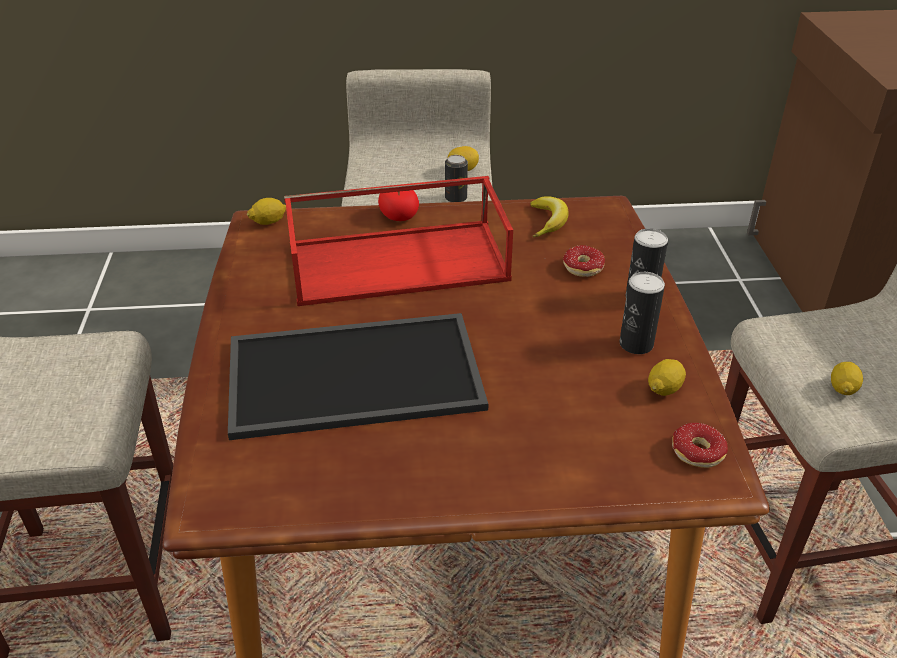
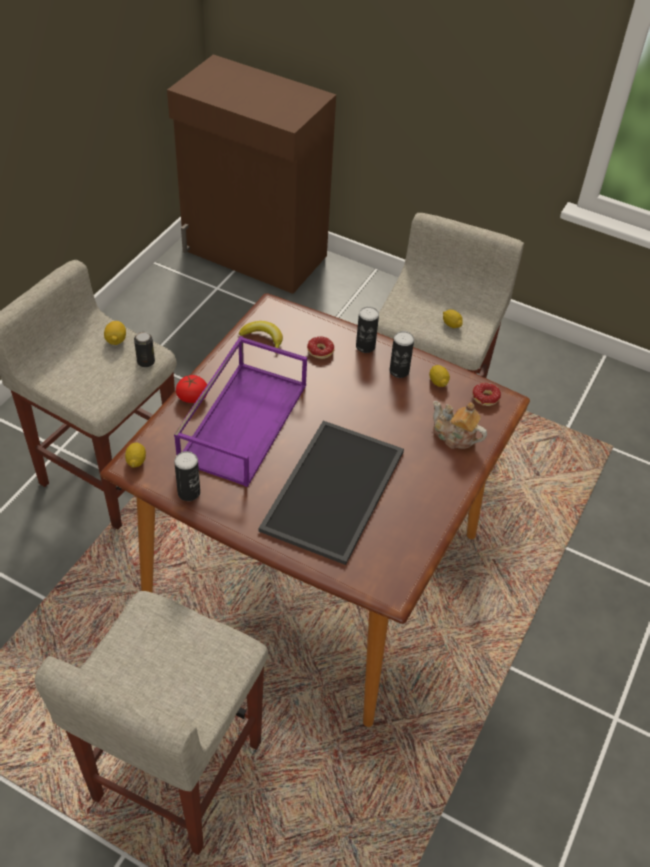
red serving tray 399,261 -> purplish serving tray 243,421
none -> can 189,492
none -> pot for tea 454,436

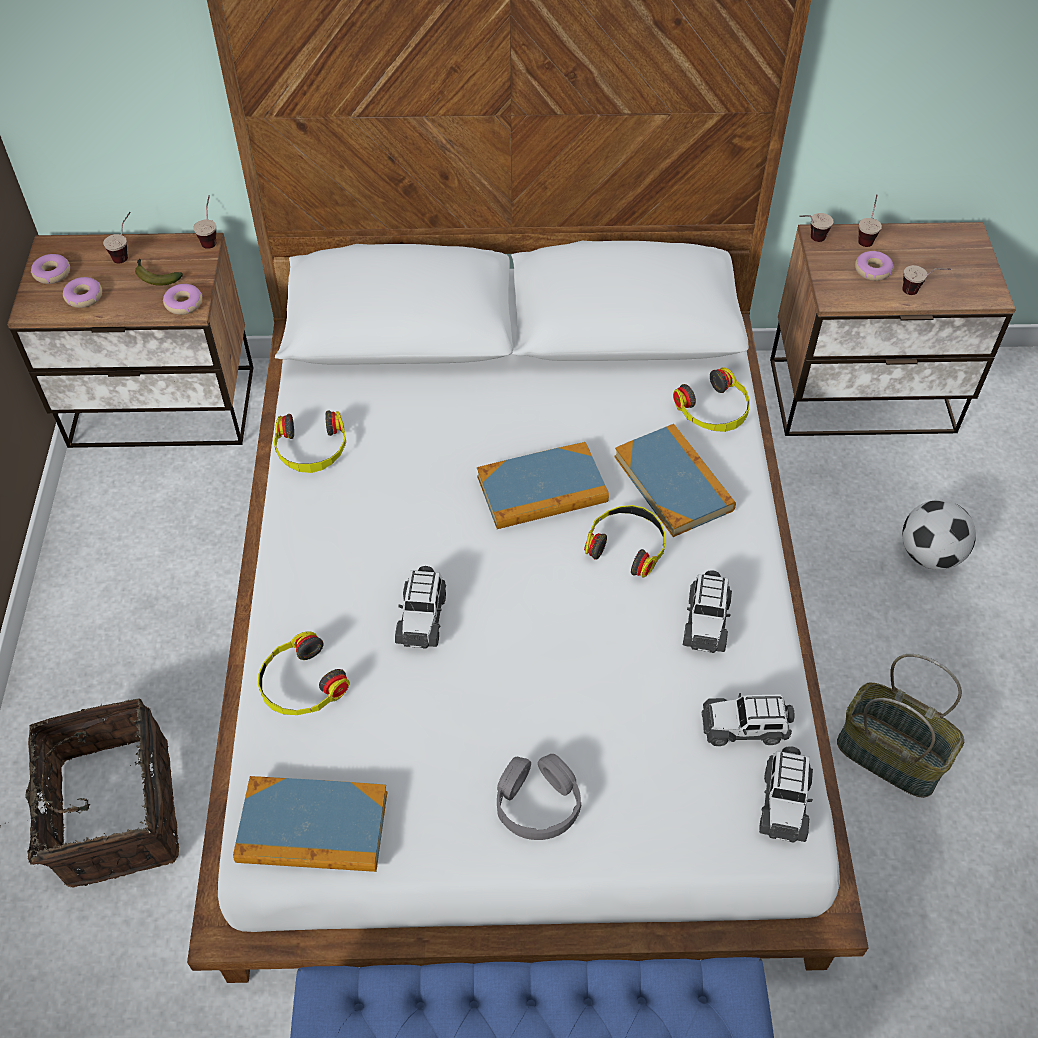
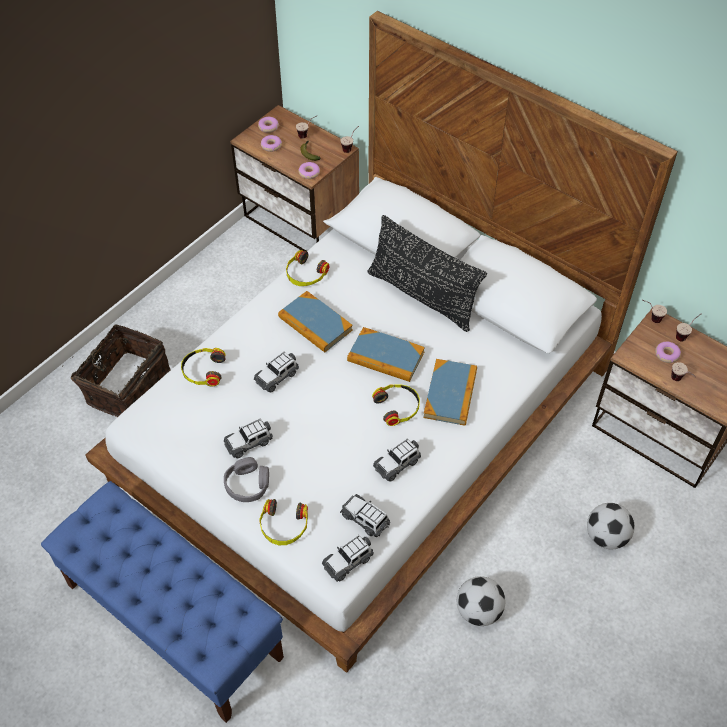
none -> toy car 249,442
pair of headphones 714,410 -> pair of headphones 283,526, relocated
volume 313,828 -> volume 315,324, relocated
none -> blackish throw pillow 422,296
household basket 891,754 -> football 478,611

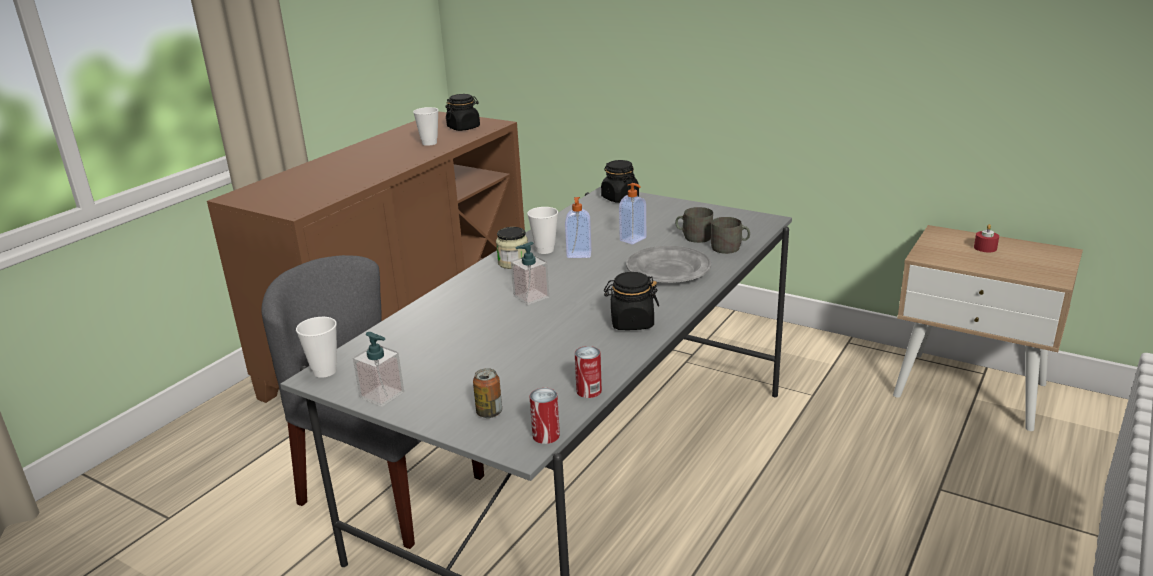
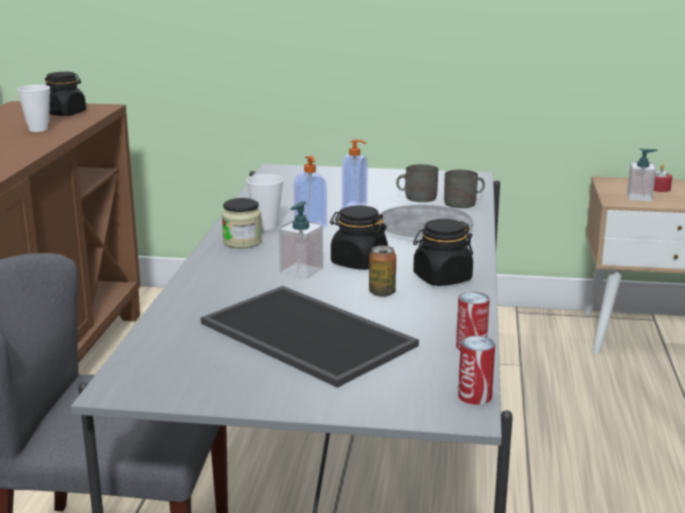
none -> serving tray 311,334
blackish preserve jar 619,198 -> blackish preserve jar 358,262, relocated
can 489,412 -> can 382,293, relocated
liquid soap bottle 382,395 -> liquid soap bottle 639,197, relocated
drinking cup 325,371 -> none

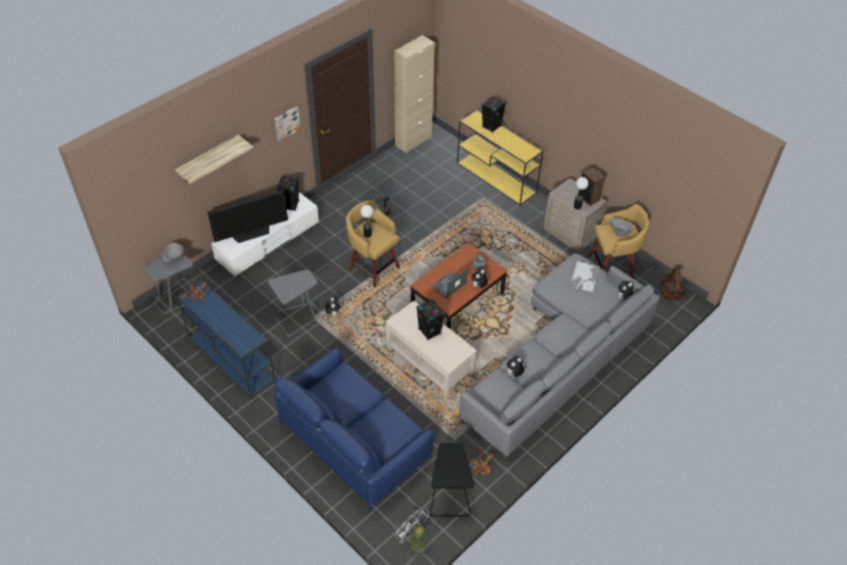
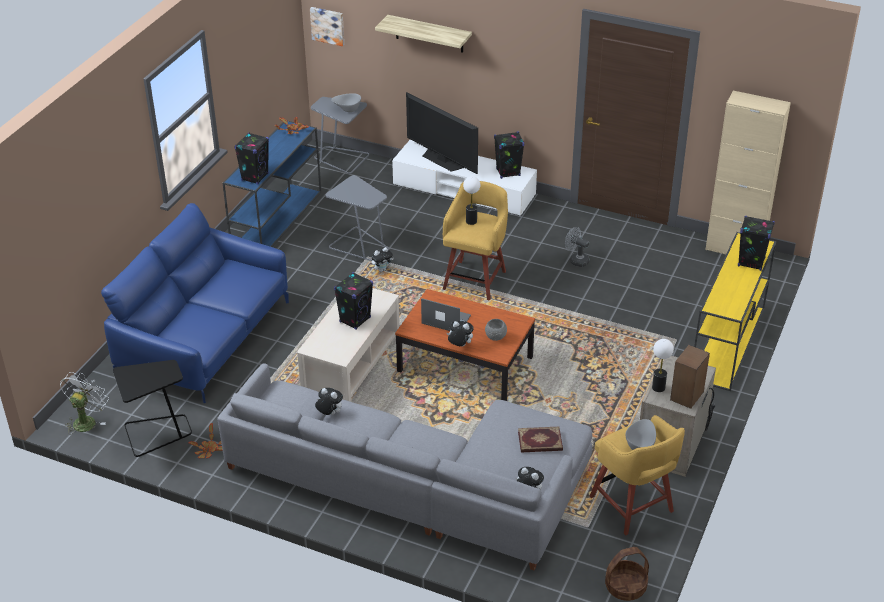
none -> blackish loudspeaker 255,177
picture 286,123 -> picture 328,25, relocated
serving tray 584,278 -> volume 540,442

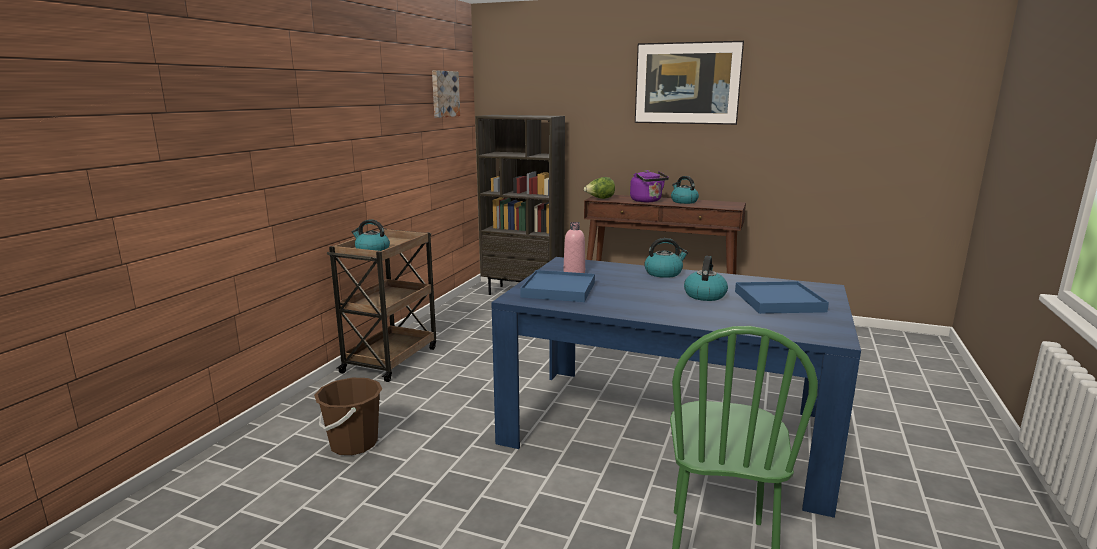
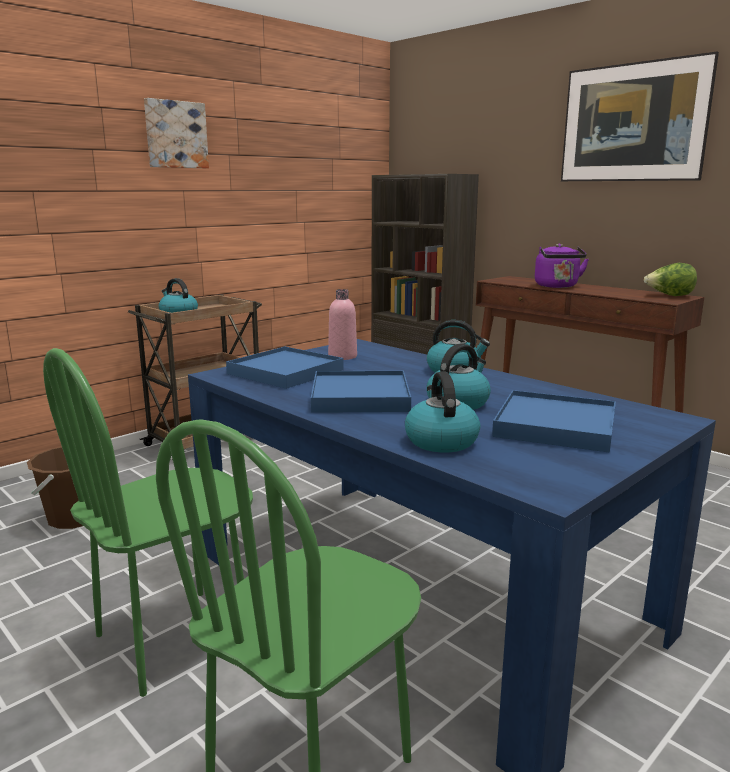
none -> greenish plain chair 174,638
picture 444,94 -> picture 175,135, relocated
none -> blue-coloured serving tray 360,397
kettle 683,201 -> kettle 440,441, relocated
lettuce 600,198 -> lettuce 669,296, relocated

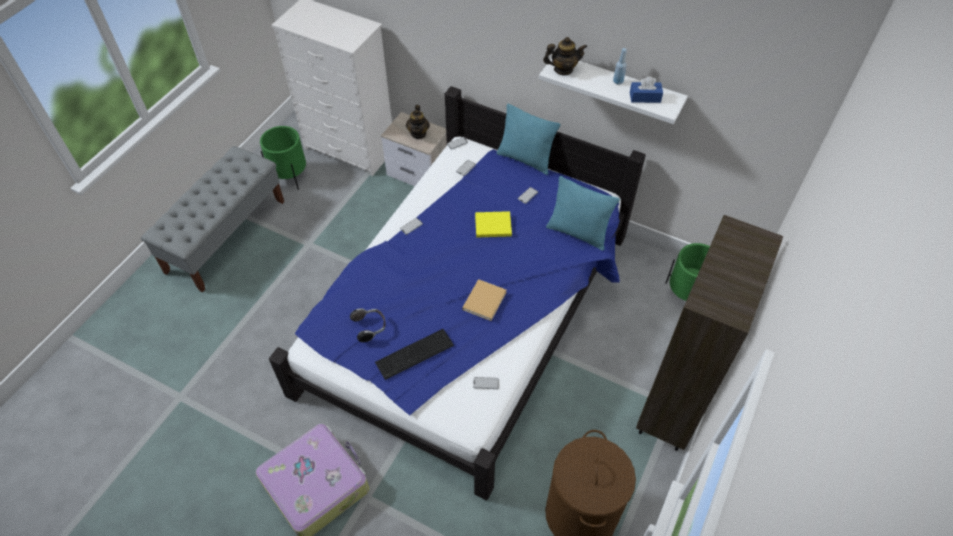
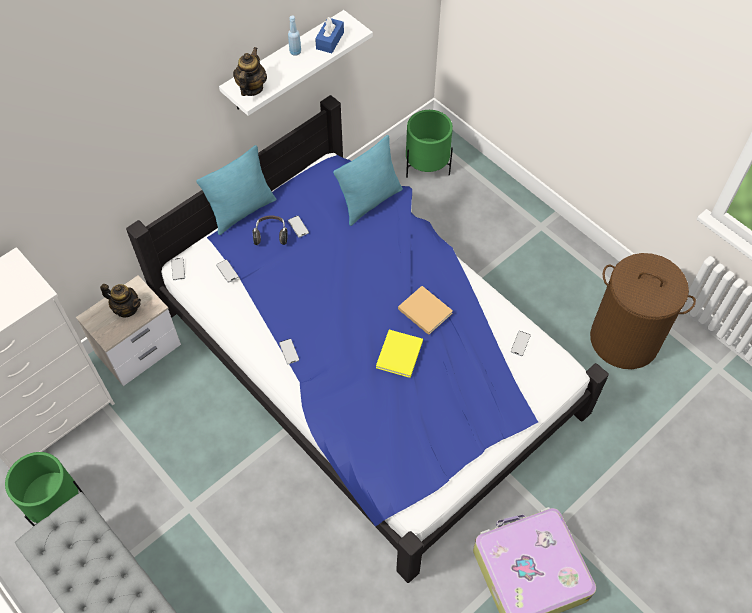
pair of headphones 370,327 -> pair of headphones 271,235, relocated
yellow volume 492,225 -> yellow volume 399,356, relocated
keyboard 416,354 -> none
brown-coloured bookcase 672,409 -> none

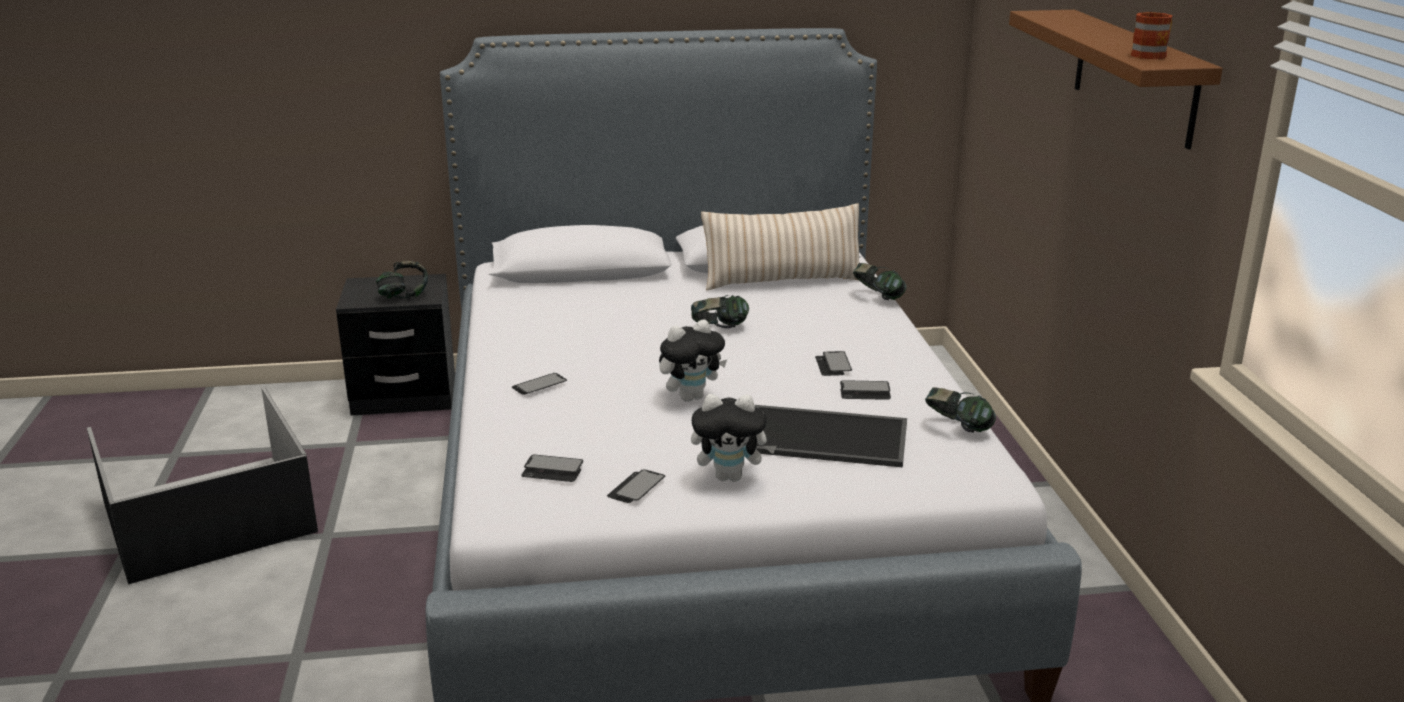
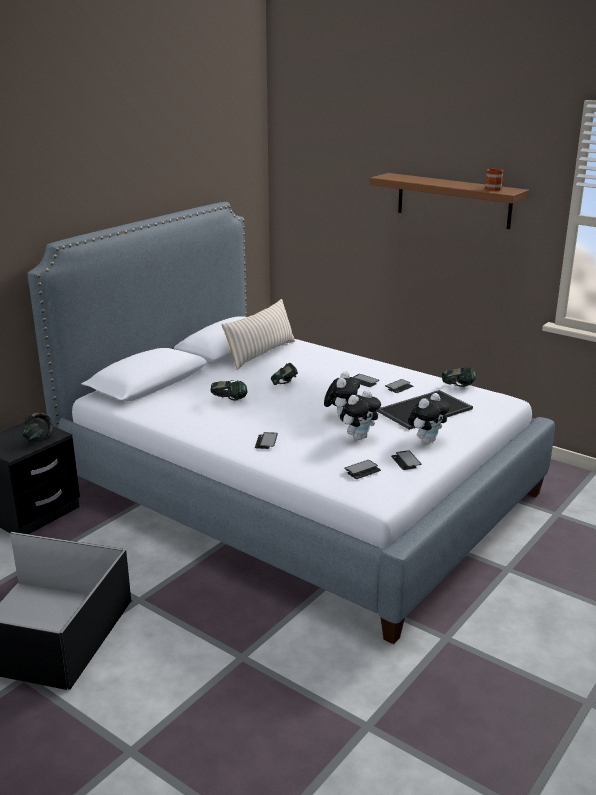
pair of headphones 878,297 -> pair of headphones 229,400, relocated
none -> soft toy 359,437

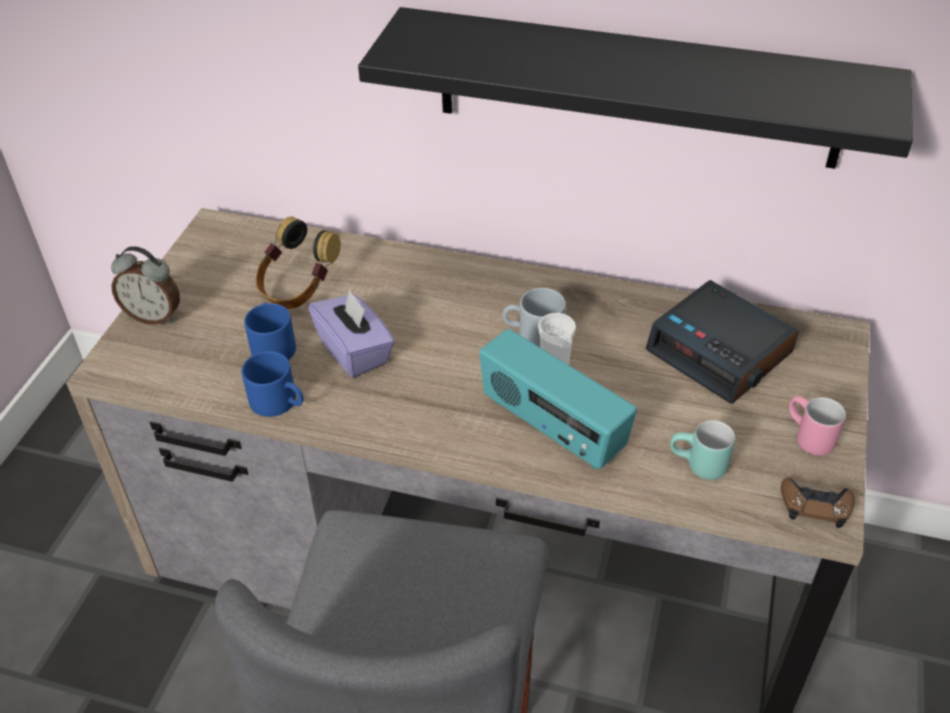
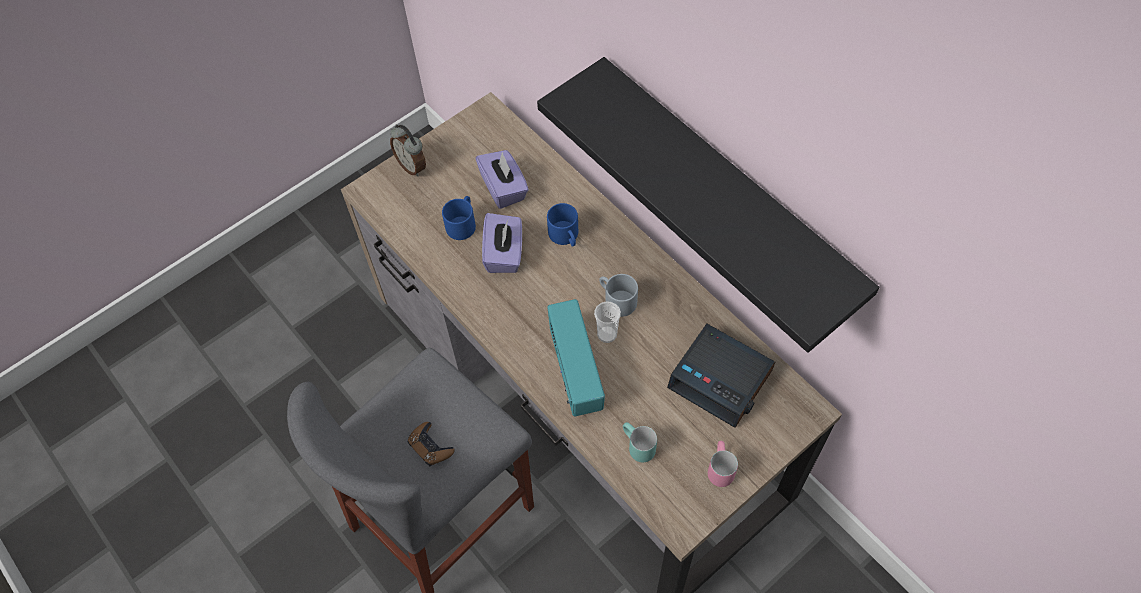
brown-coloured gamepad 815,506 -> brown-coloured gamepad 430,446, relocated
pair of headphones 298,289 -> purplish tissue box 504,188
blue-coloured coffee mug 280,402 -> blue-coloured coffee mug 566,236, relocated
bedside clock 721,352 -> bedside clock 721,379, 45 degrees counterclockwise

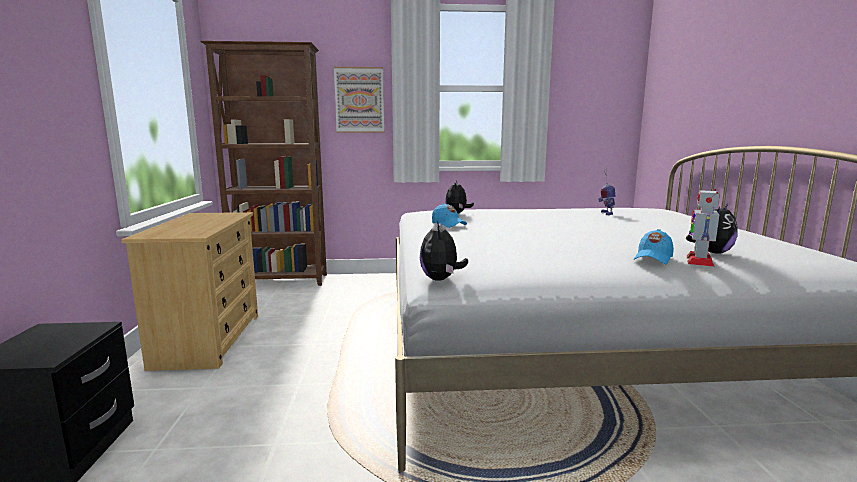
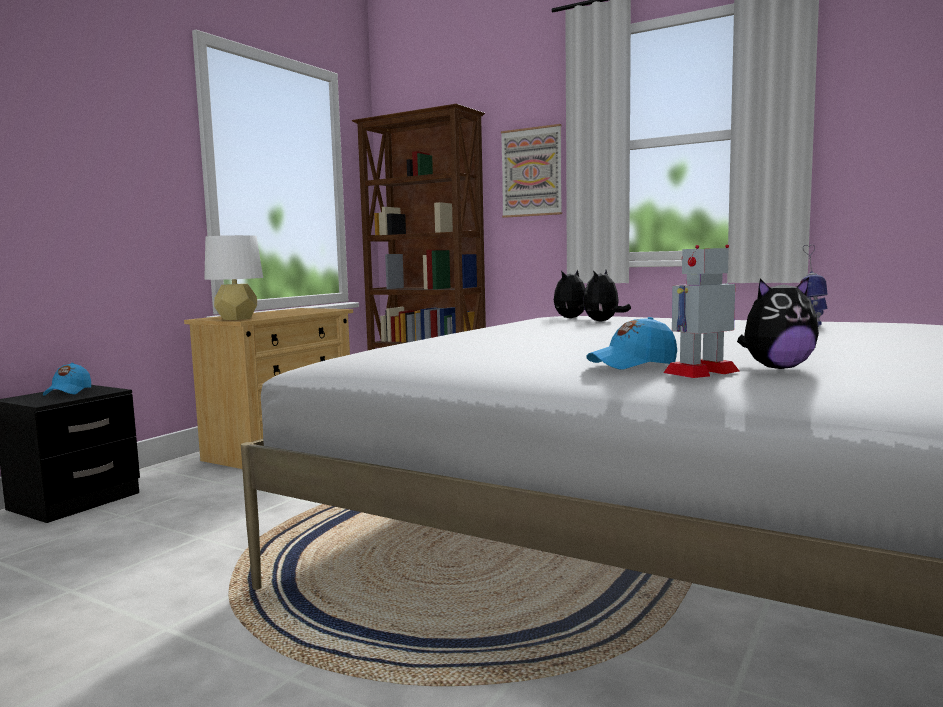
blue-coloured peaked cap 448,224 -> blue-coloured peaked cap 68,392, relocated
none -> white-coloured table lamp 237,319
soft toy 441,279 -> soft toy 603,321, relocated

